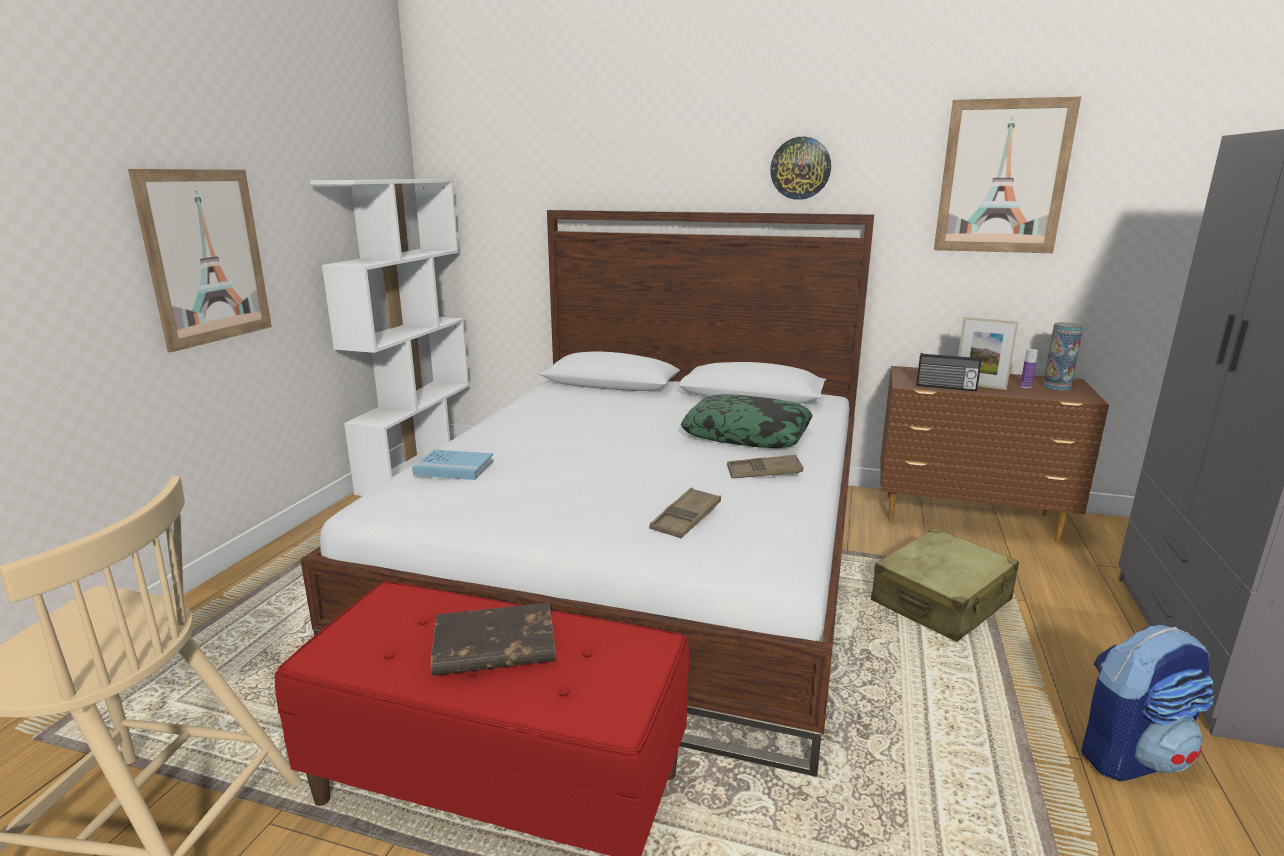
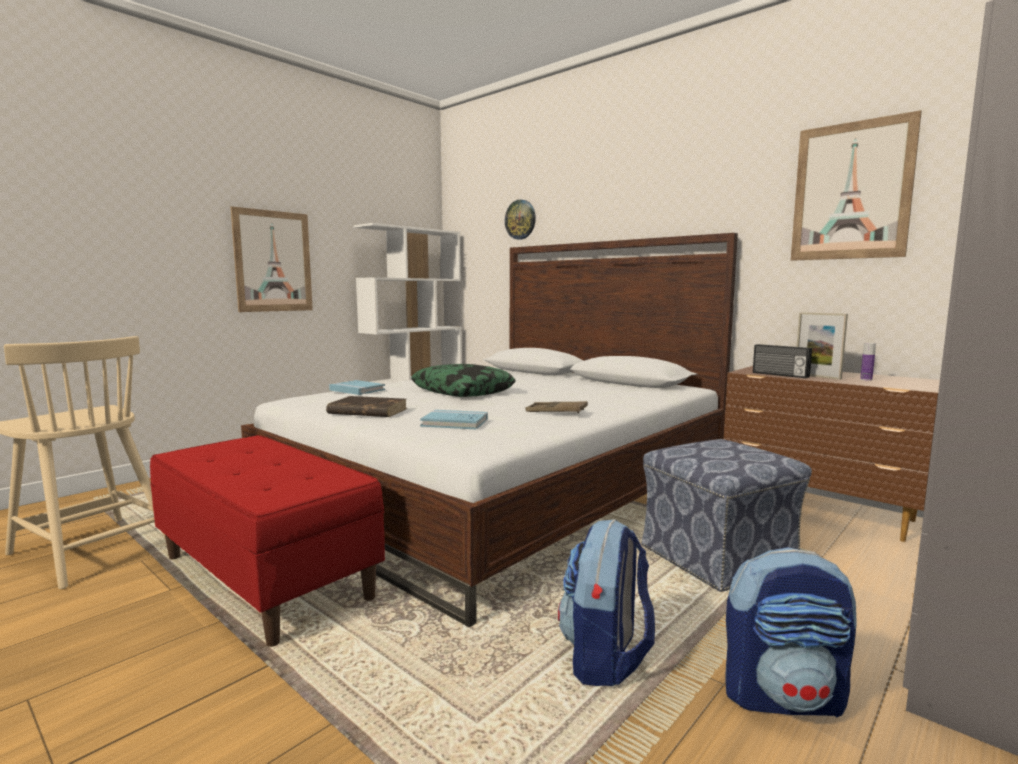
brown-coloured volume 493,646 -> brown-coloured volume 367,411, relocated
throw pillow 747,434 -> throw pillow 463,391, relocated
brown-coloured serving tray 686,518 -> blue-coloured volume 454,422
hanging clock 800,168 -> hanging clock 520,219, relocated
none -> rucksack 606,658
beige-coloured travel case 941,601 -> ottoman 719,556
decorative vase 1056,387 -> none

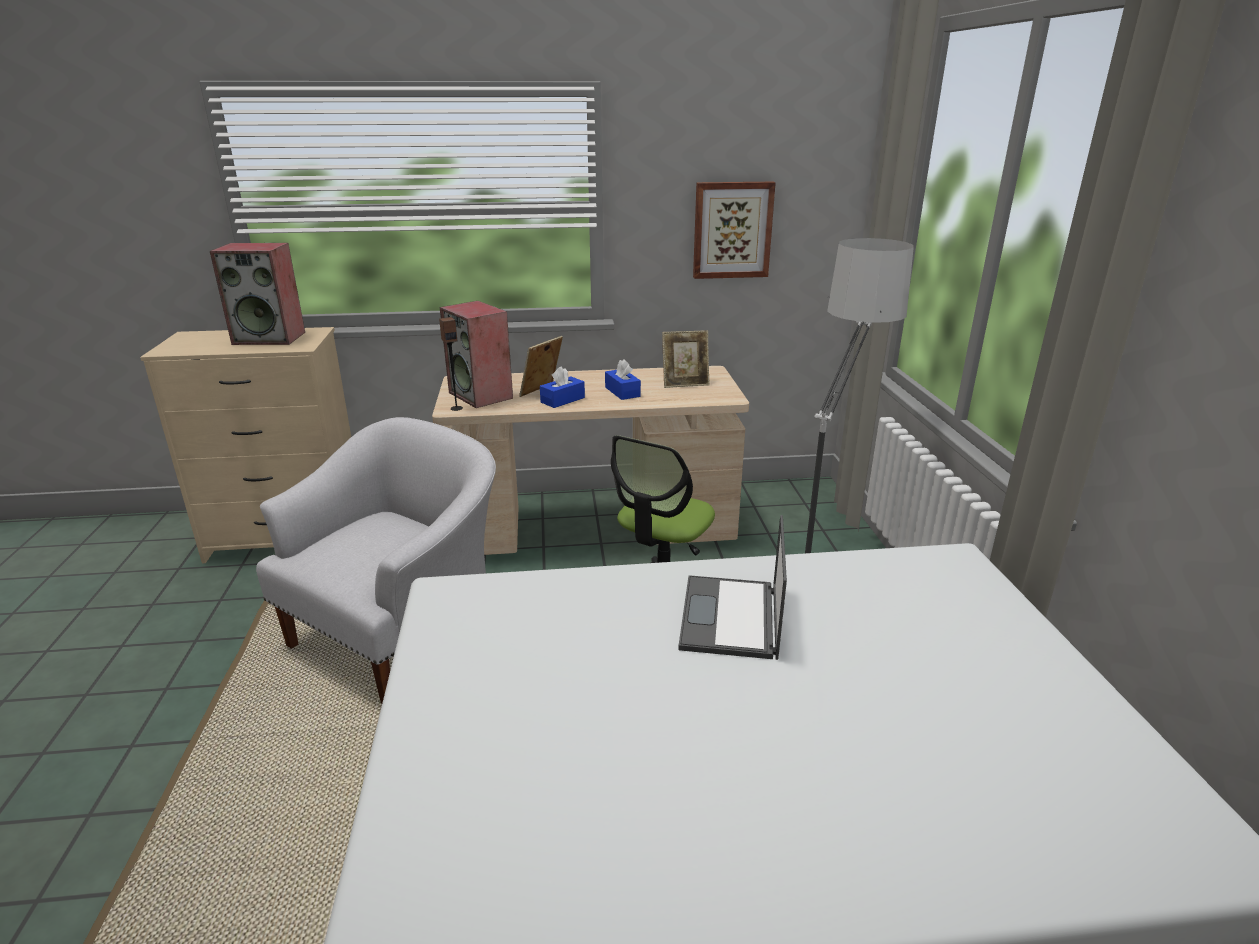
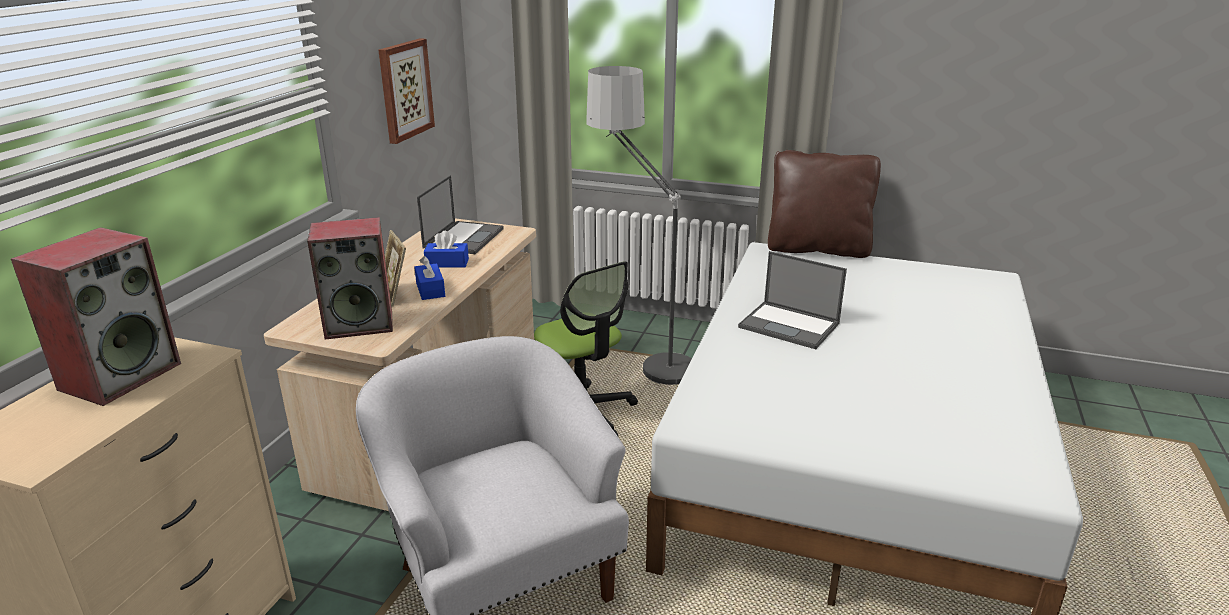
picture frame 685,384 -> notebook computer 464,238
none -> brown-coloured throw pillow 817,249
loudspeaker 456,408 -> none

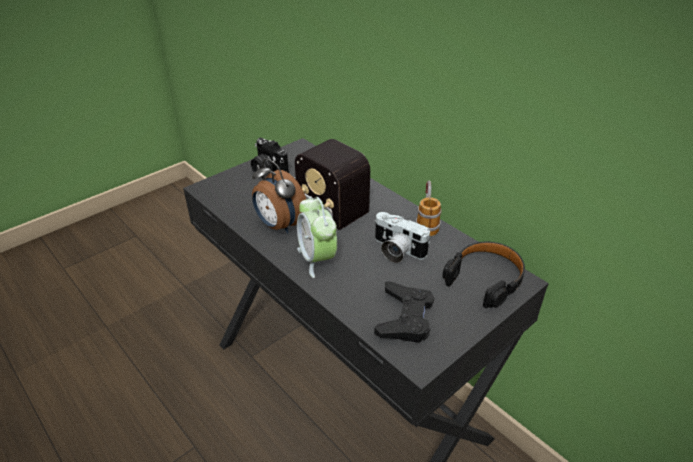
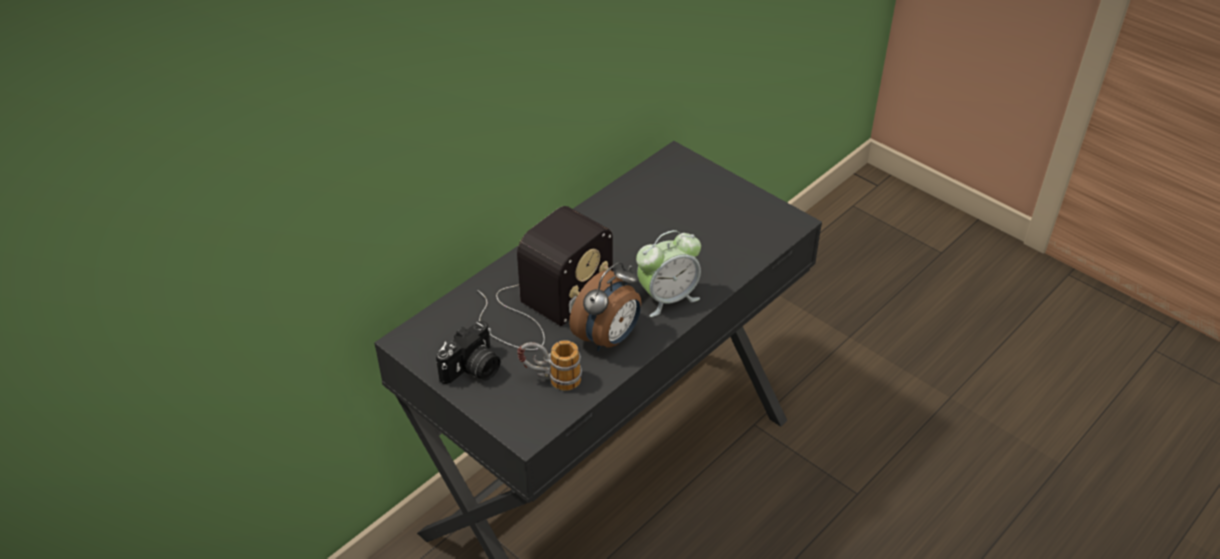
coffee mug 426,222 -> coffee mug 550,380, relocated
blackish gamepad 405,317 -> none
still camera 396,251 -> none
blackish pair of headphones 485,278 -> none

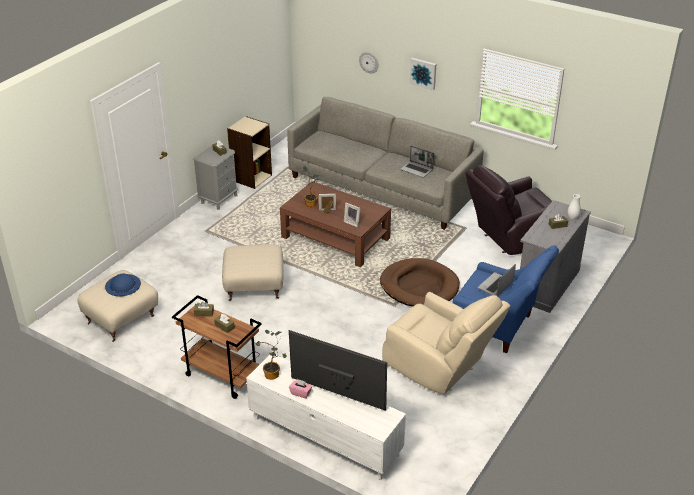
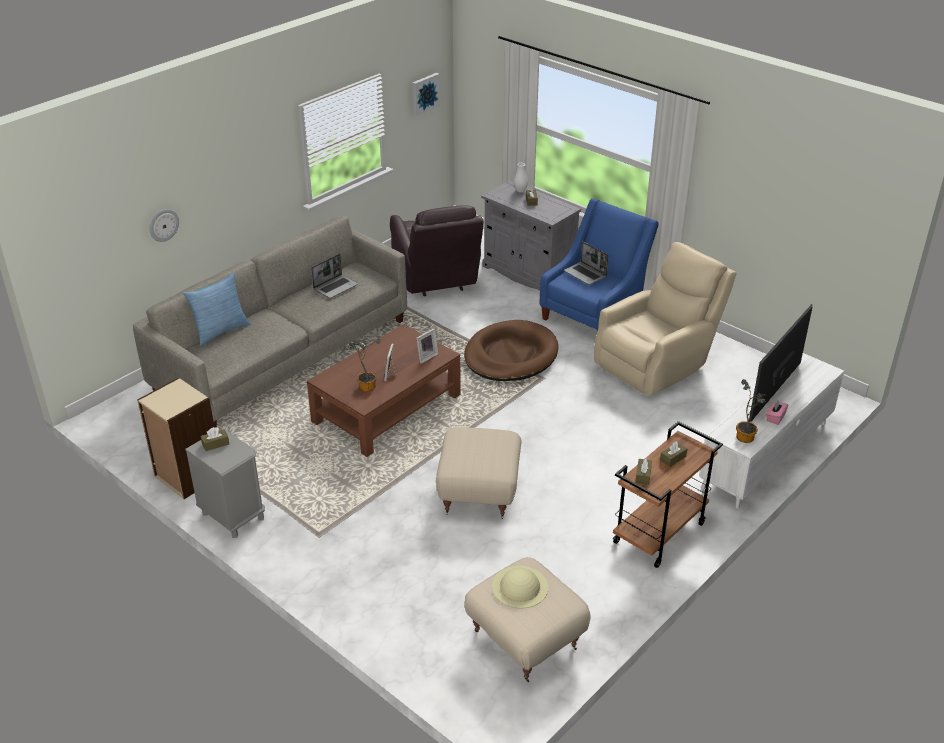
none -> throw pillow 220,331
picture 423,73 -> picture 424,93, relocated
blue-coloured wearable hat 123,285 -> beige-coloured wearable hat 520,587

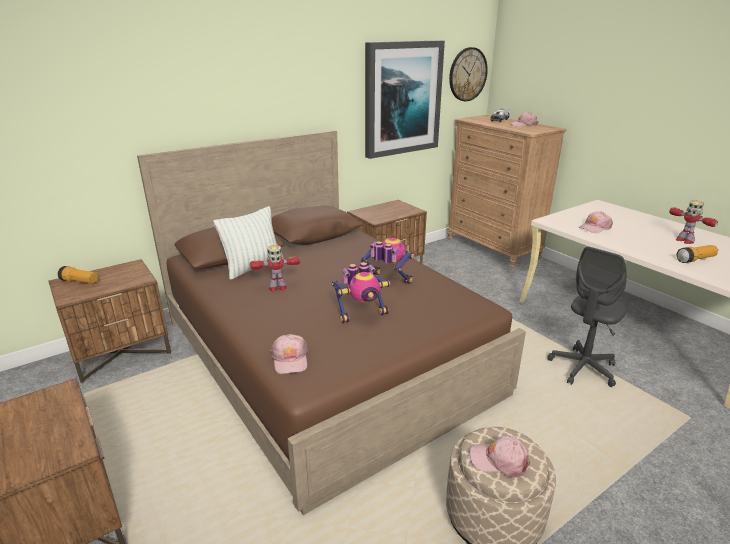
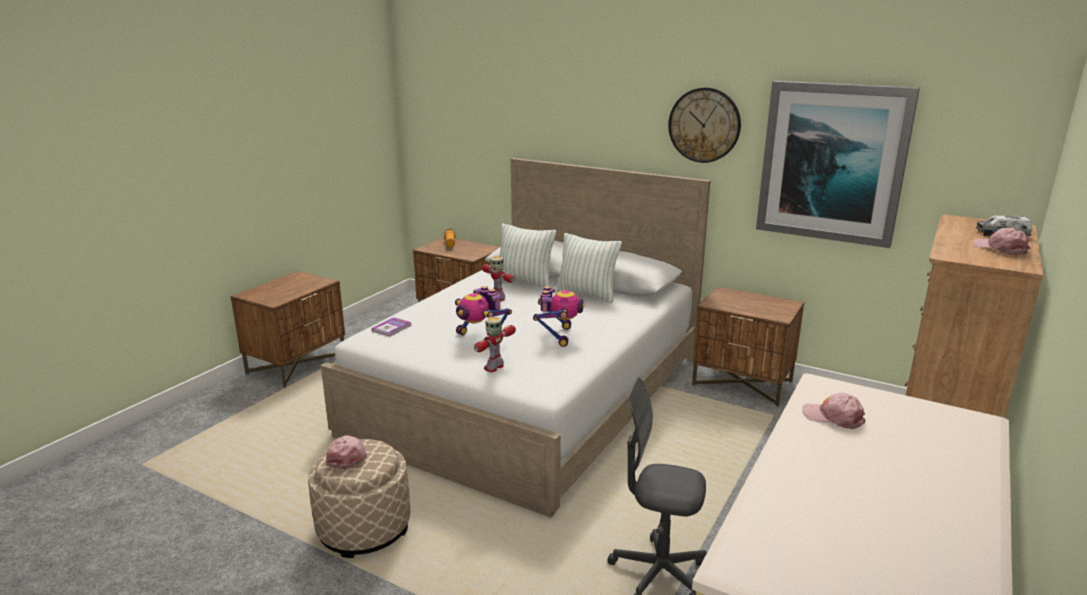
brown-coloured bedroom bed 325,354 -> white-coloured bedroom bed 531,393
pinkish peaked cap 290,359 -> volume 392,328
toy robot 684,240 -> toy robot 494,367, relocated
none -> throw pillow 586,294
hanging clock 467,74 -> hanging clock 704,125, relocated
torch 695,260 -> none

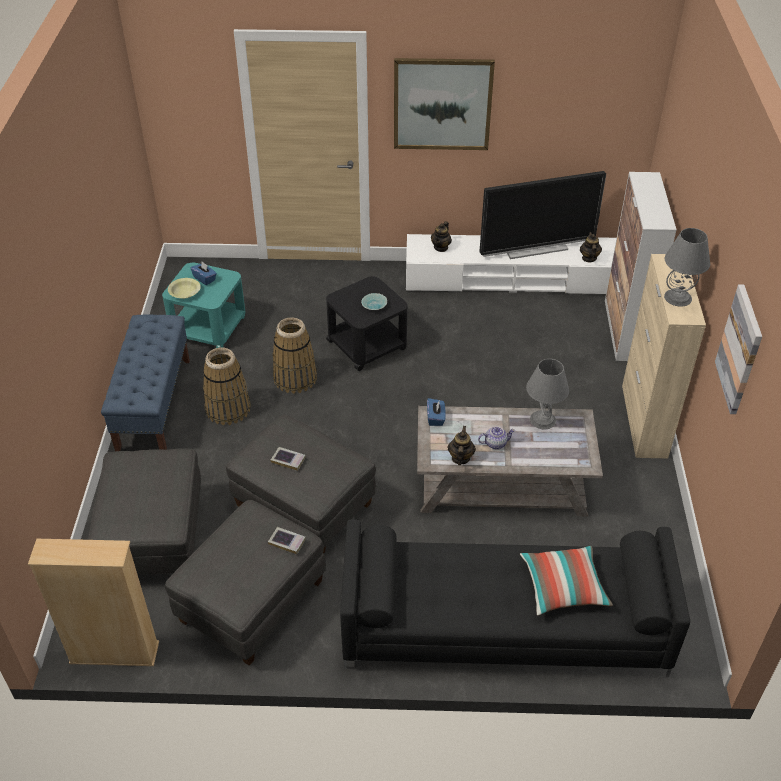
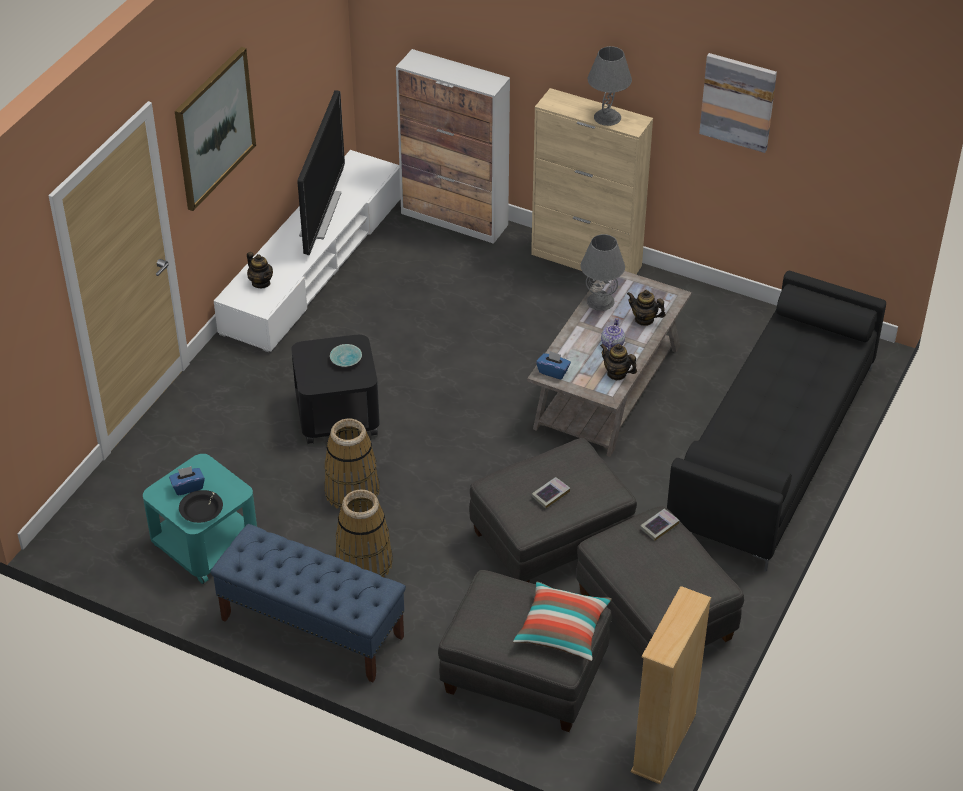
yellow deep dish 185,292 -> blackish deep dish 201,511
throw pillow 563,587 -> throw pillow 562,630, relocated
pot for tea 589,258 -> pot for tea 644,319, relocated

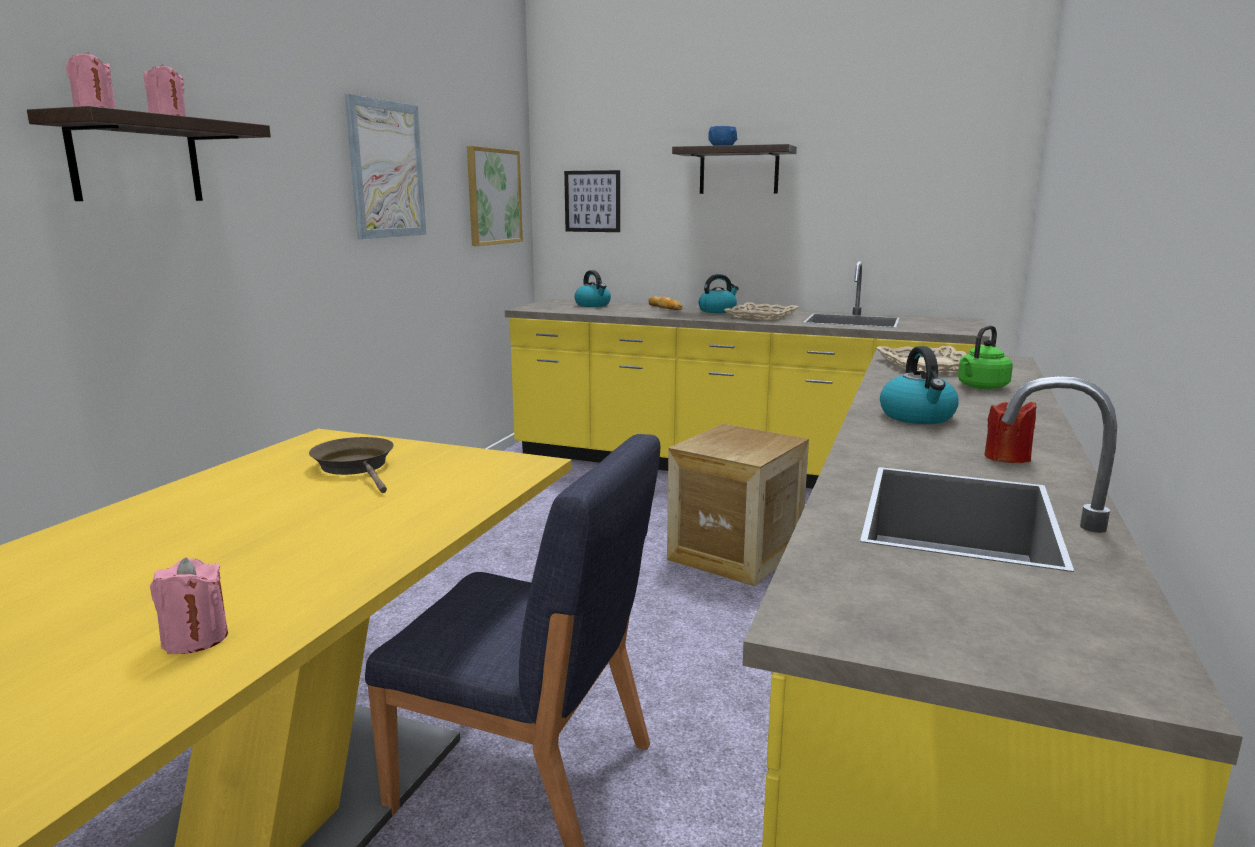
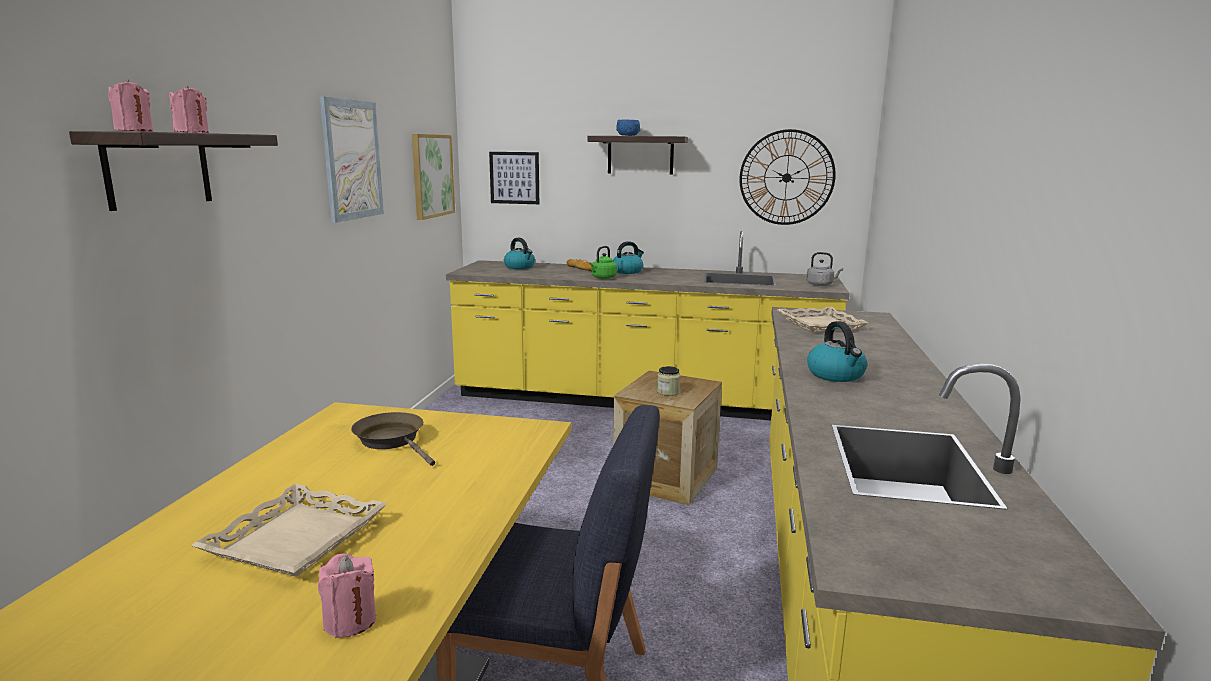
beige-coloured serving tray 760,316 -> beige-coloured serving tray 295,538, relocated
greenish kettle 981,387 -> greenish kettle 603,278, relocated
none -> preserve jar 668,392
none -> hanging clock 786,177
none -> grey kettle 821,284
red wax candle 1007,458 -> none

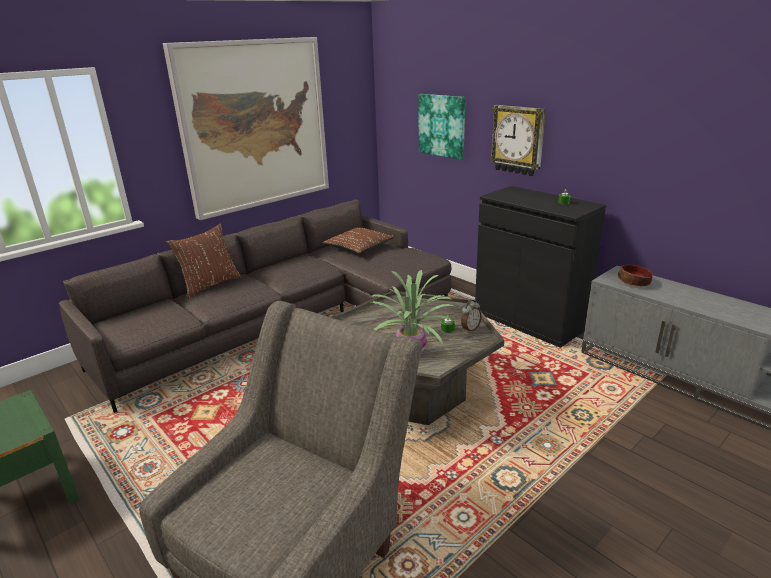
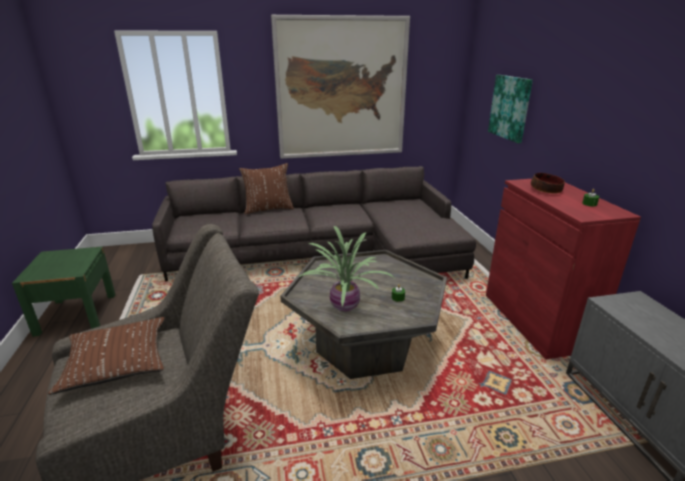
brown-coloured throw pillow 358,247 -> brown-coloured throw pillow 116,362, relocated
blackish cupboard 529,320 -> red cupboard 536,321
deep dish 634,282 -> deep dish 546,190, relocated
bedside clock 470,329 -> none
hanging clock 518,140 -> none

